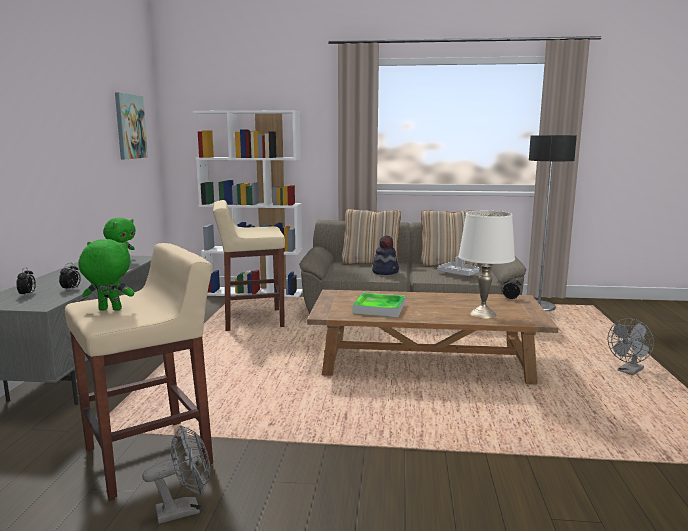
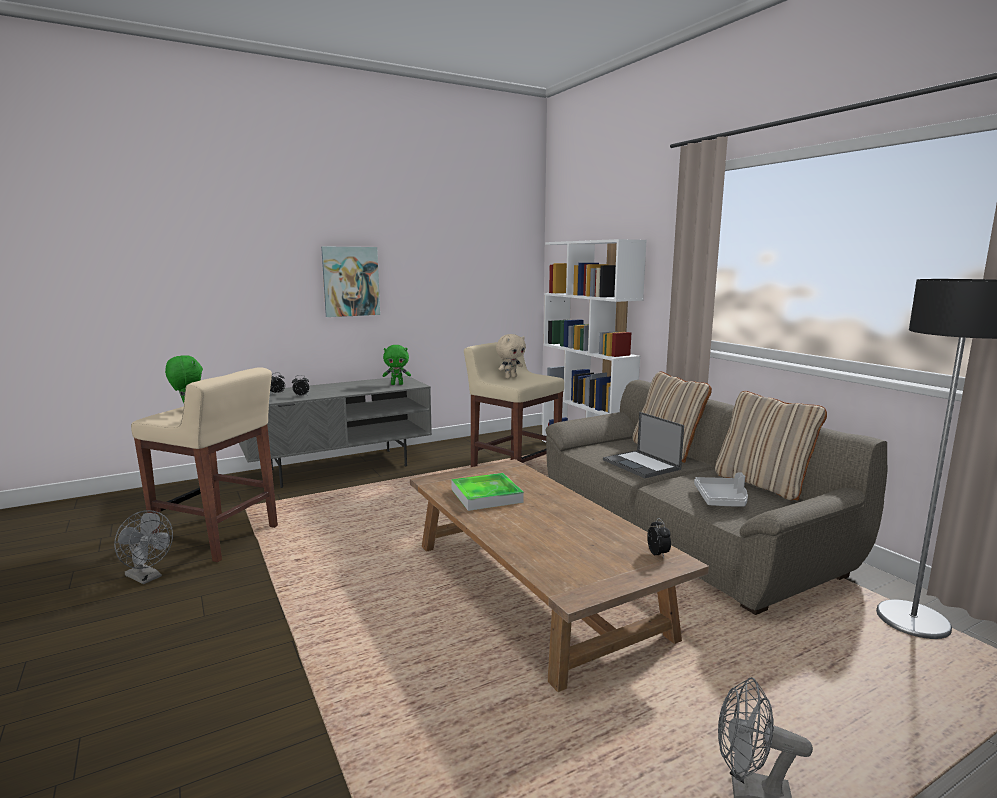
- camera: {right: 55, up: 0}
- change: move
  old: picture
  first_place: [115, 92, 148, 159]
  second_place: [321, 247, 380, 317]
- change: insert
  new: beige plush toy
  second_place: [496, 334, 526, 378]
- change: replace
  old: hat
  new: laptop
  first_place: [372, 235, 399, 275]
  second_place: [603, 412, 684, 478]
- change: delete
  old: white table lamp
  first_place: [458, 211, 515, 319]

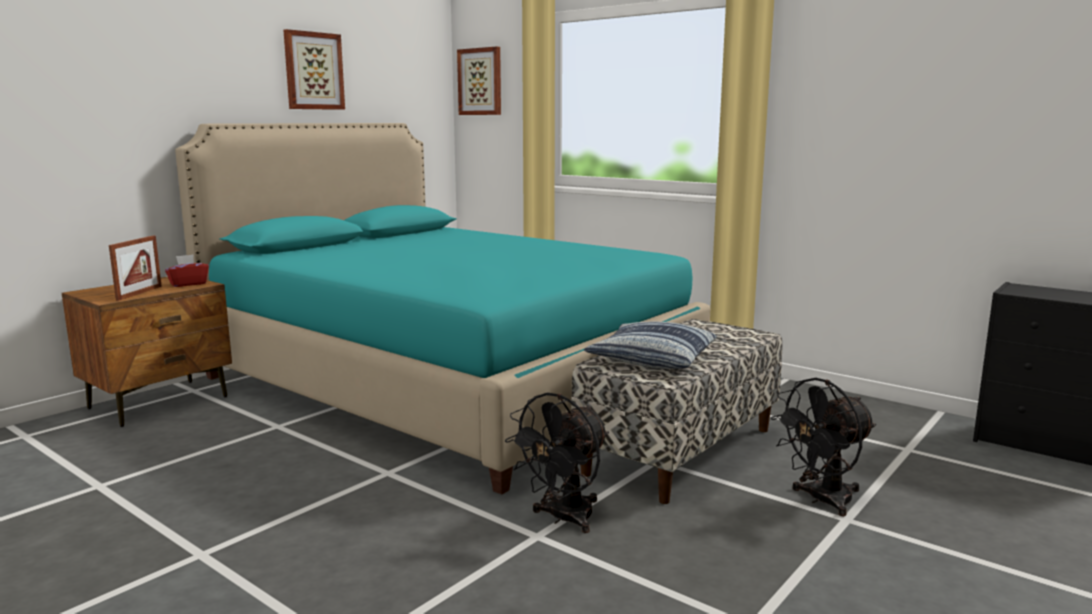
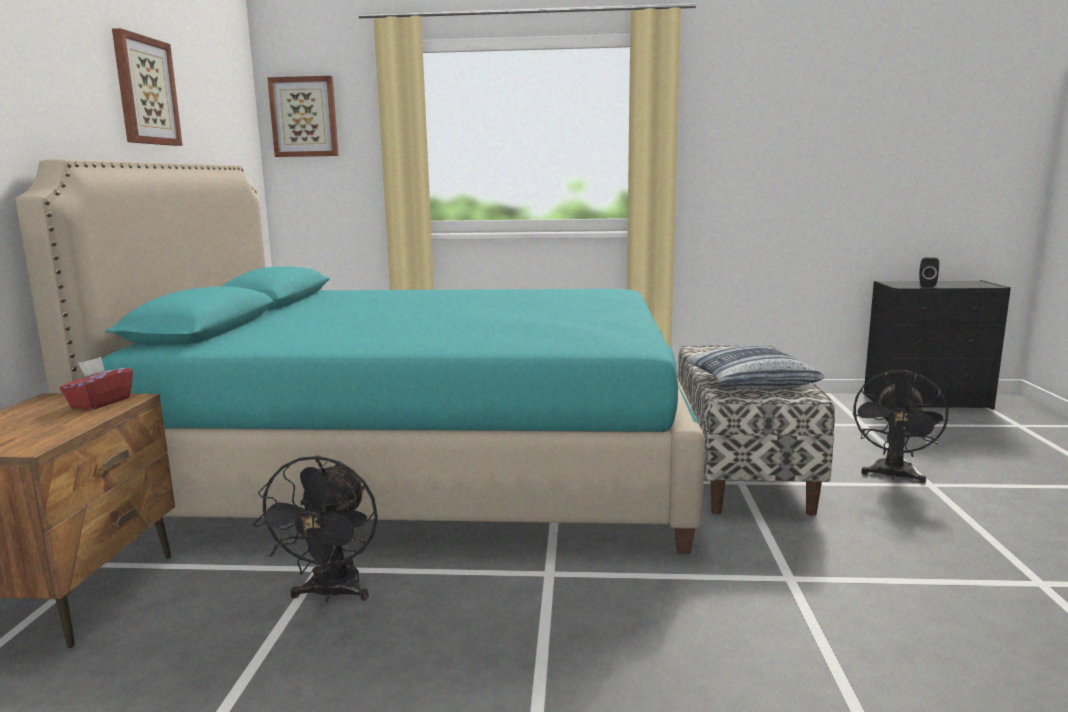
- camera: {right: -35, up: 0}
- change: move
  old: black fan
  first_place: [505, 392, 609, 533]
  second_place: [253, 455, 378, 602]
- change: insert
  new: black speaker
  second_place: [919, 258, 939, 287]
- change: delete
  old: picture frame
  first_place: [109, 235, 162, 301]

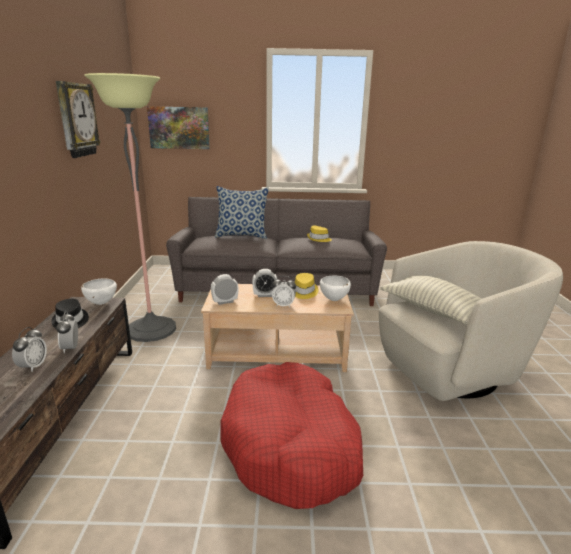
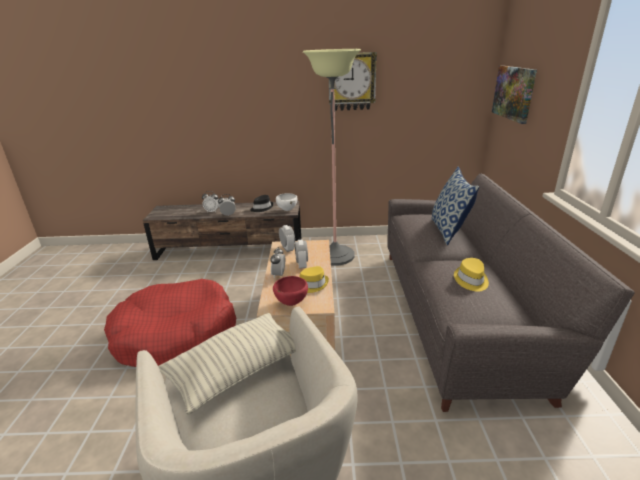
- camera: {right: 90, up: 5}
- change: recolor
  old: white bowl
  new: red bowl
  first_place: [320, 276, 351, 301]
  second_place: [273, 276, 308, 306]

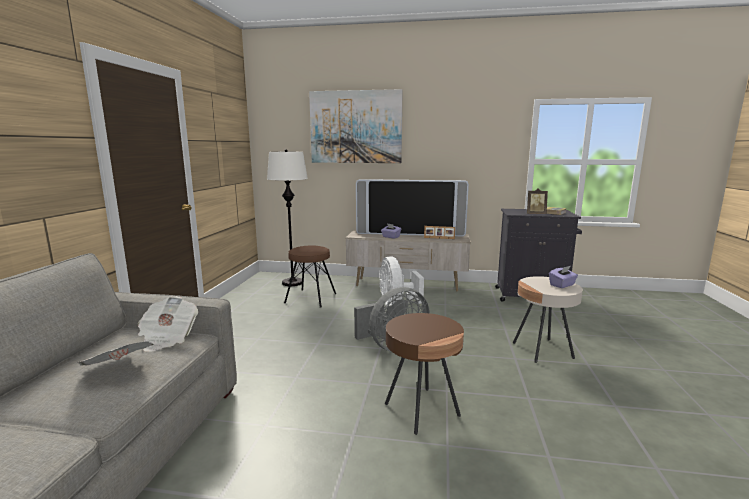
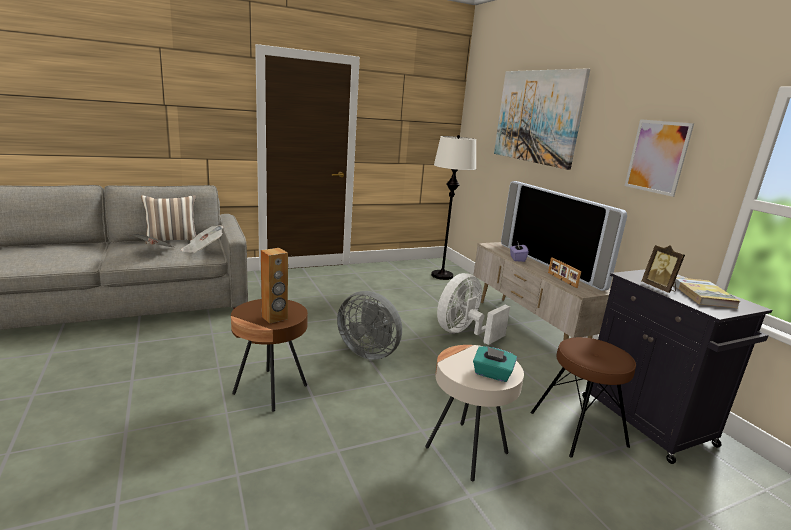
- camera: {right: 55, up: 5}
- change: insert
  new: pillow
  second_place: [141, 195, 197, 244]
- change: insert
  new: brown speaker
  second_place: [261, 248, 288, 324]
- change: recolor
  old: purple tissue box
  new: turquoise tissue box
  first_place: [549, 266, 578, 288]
  second_place: [473, 346, 517, 382]
- change: move
  old: brown stool
  first_place: [284, 246, 336, 308]
  second_place: [530, 337, 636, 458]
- change: insert
  new: picture
  second_place: [625, 119, 694, 197]

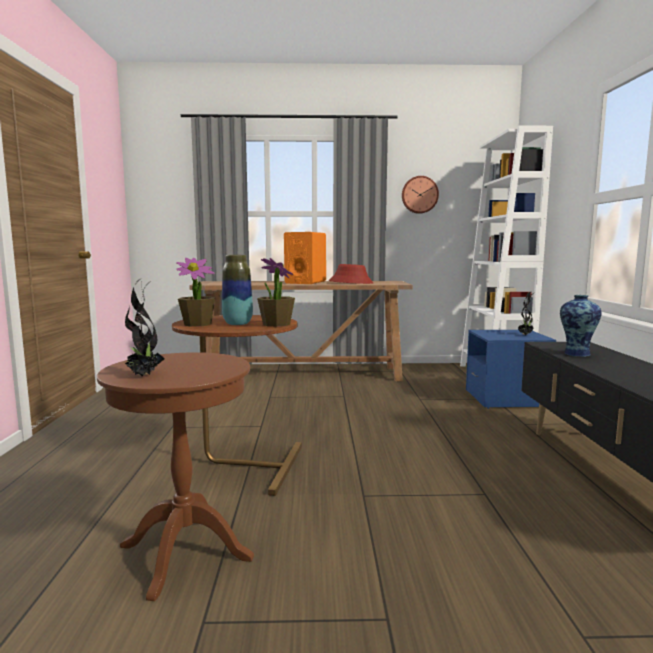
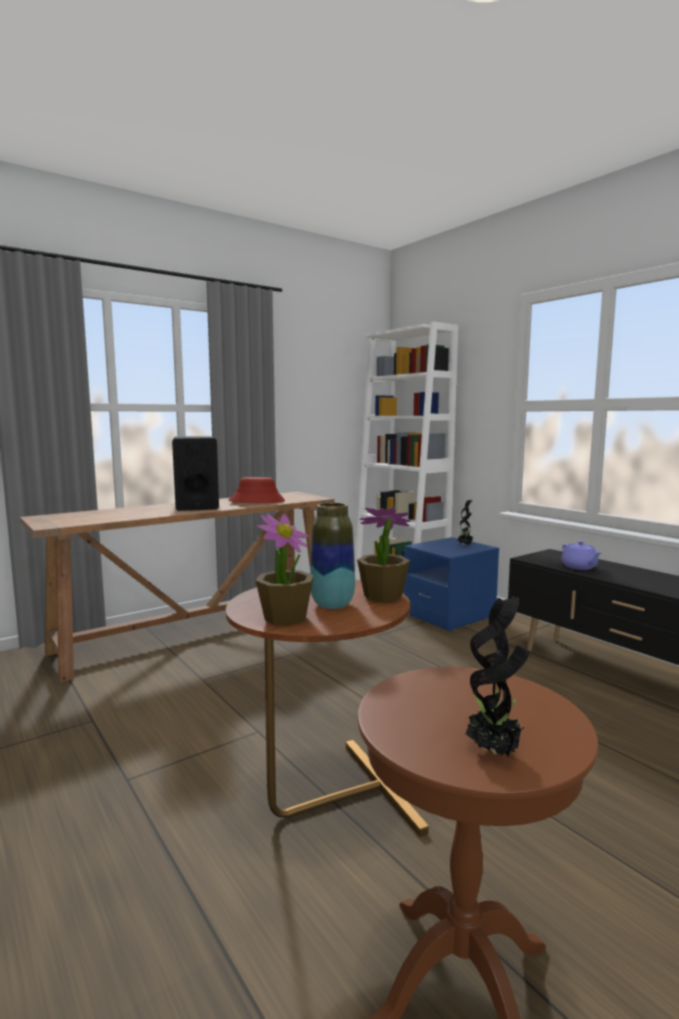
- camera: {right: -35, up: 0}
- change: recolor
  old: orange speaker
  new: black speaker
  first_place: [284, 232, 326, 284]
  second_place: [172, 436, 219, 511]
- change: replace
  old: vase
  new: purple teapot
  first_place: [560, 295, 602, 357]
  second_place: [561, 541, 602, 570]
- change: delete
  old: wall clock
  first_place: [402, 176, 439, 214]

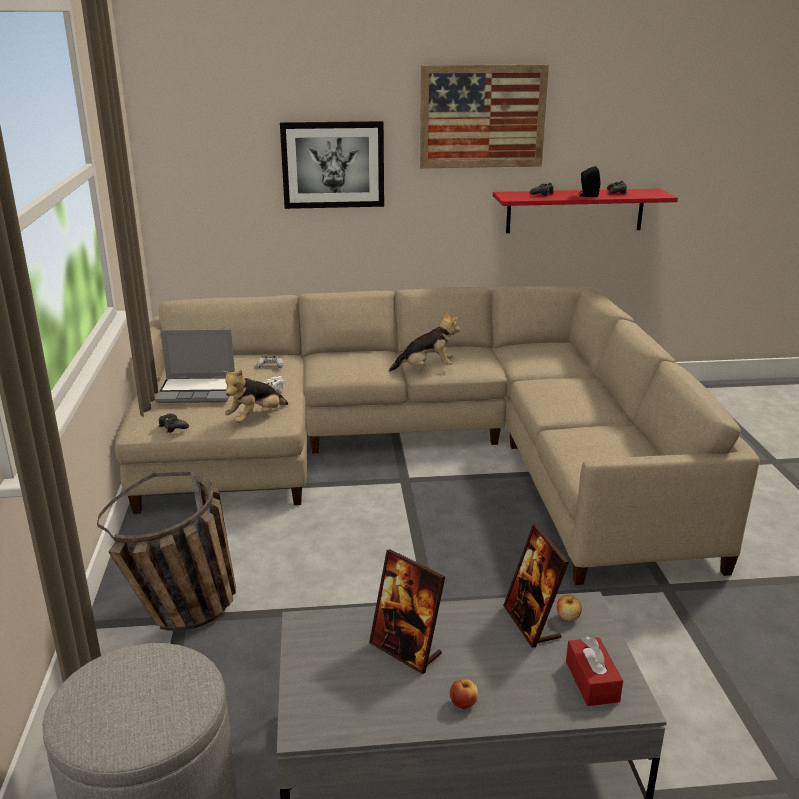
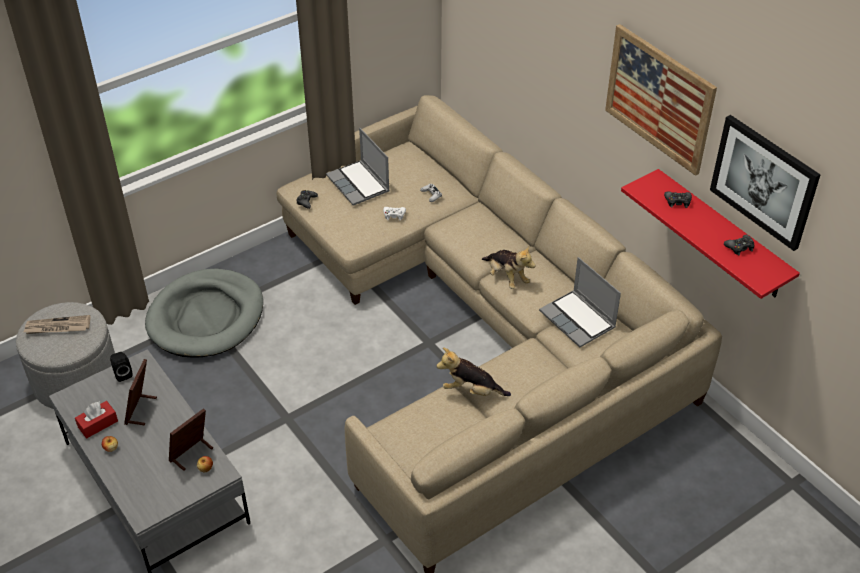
- camera: {right: 60, up: 20}
- change: insert
  new: newspaper
  second_place: [24, 315, 90, 334]
- change: move
  old: red tissue box
  first_place: [566, 636, 623, 706]
  second_place: [75, 401, 118, 439]
- change: move
  old: black speaker
  first_place: [578, 166, 600, 197]
  second_place: [110, 352, 132, 382]
- change: replace
  old: basket
  new: grey dog bed
  first_place: [97, 471, 236, 631]
  second_place: [145, 268, 263, 358]
- change: move
  old: plush toy
  first_place: [222, 370, 288, 423]
  second_place: [436, 348, 511, 396]
- change: insert
  new: laptop
  second_place: [539, 257, 621, 347]
- change: move
  old: picture
  first_place: [280, 121, 384, 209]
  second_place: [710, 115, 821, 251]

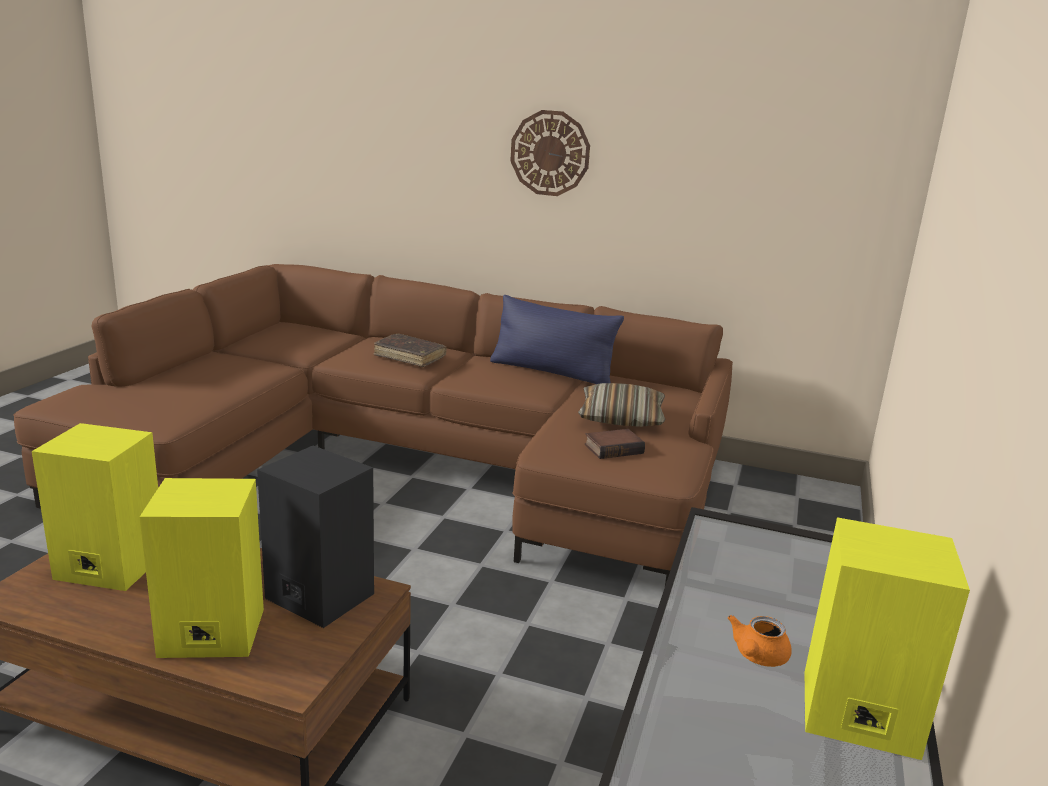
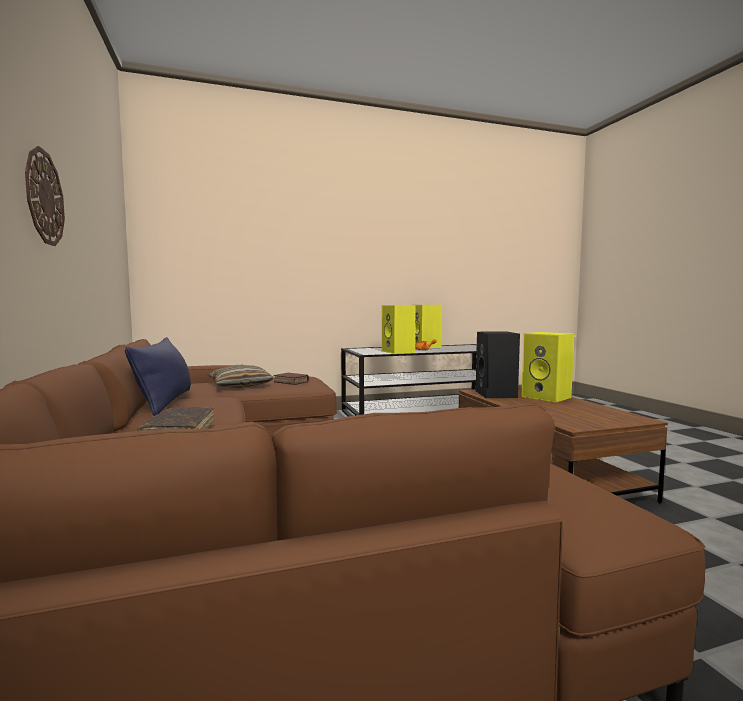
- camera: {right: -125, up: -15}
- change: move
  old: yellow speaker
  first_place: [32, 423, 158, 591]
  second_place: [382, 305, 416, 354]

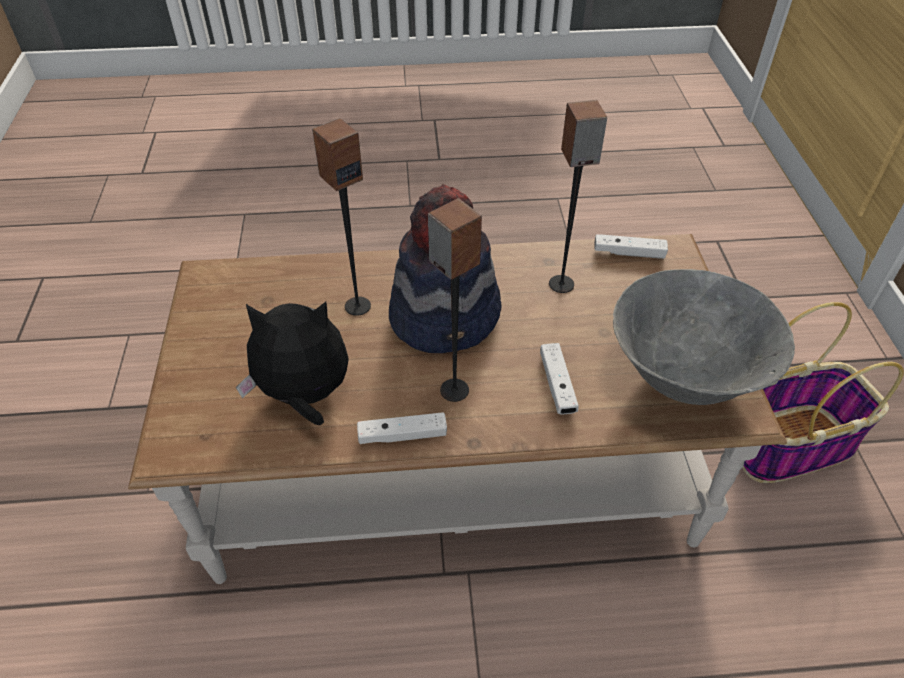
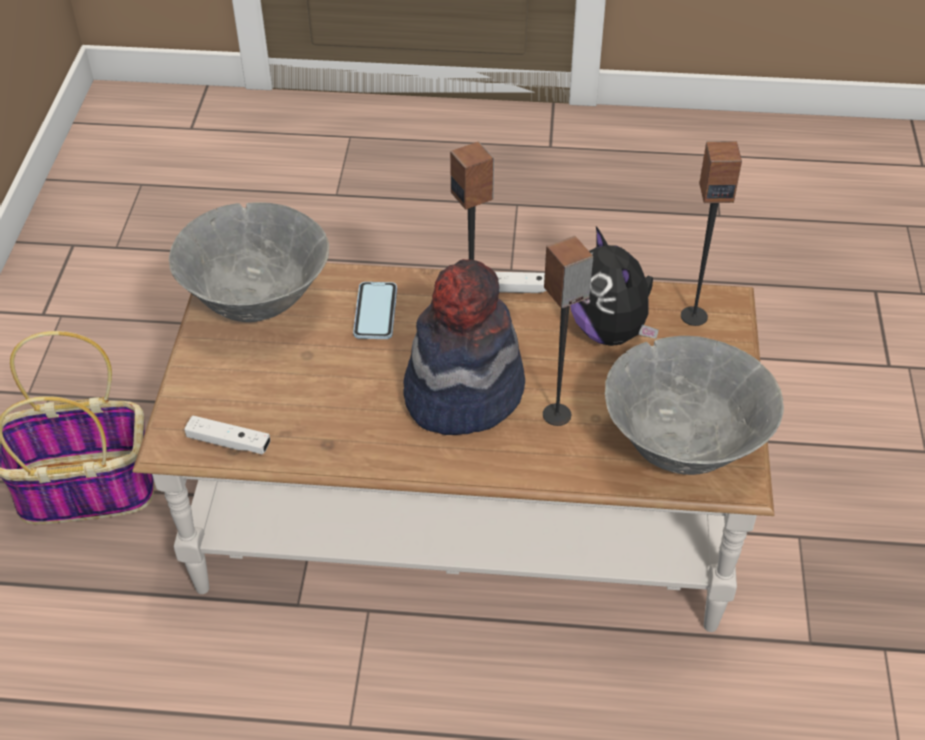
- camera: {right: -170, up: 0}
- change: replace
  old: white game controller
  new: phone
  first_place: [540, 343, 579, 414]
  second_place: [353, 282, 397, 339]
- change: rotate
  old: plush toy
  first_place: [236, 302, 349, 425]
  second_place: [570, 227, 659, 346]
  degrees: 60
- change: insert
  new: grey bowl
  second_place: [605, 336, 784, 475]
- change: move
  old: speaker
  first_place: [549, 100, 607, 293]
  second_place: [681, 141, 742, 326]

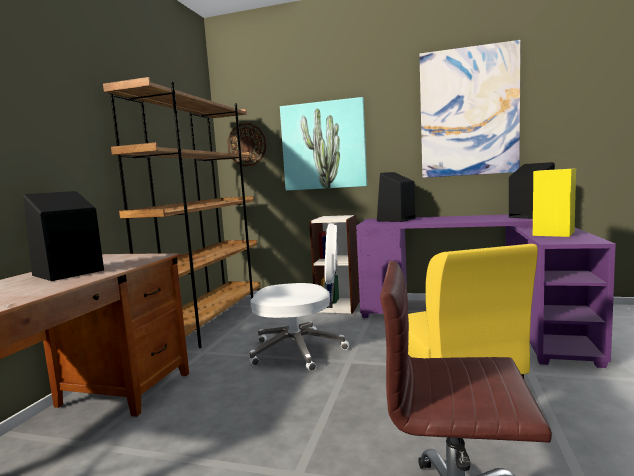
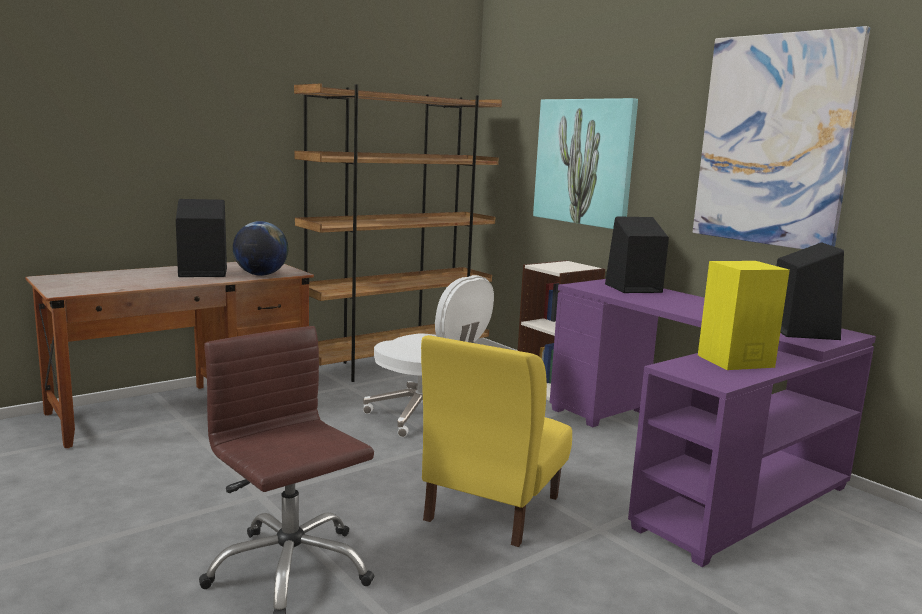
- camera: {right: 35, up: 5}
- change: insert
  new: globe
  second_place: [233, 221, 288, 276]
- change: delete
  old: wall clock
  first_place: [227, 123, 267, 166]

